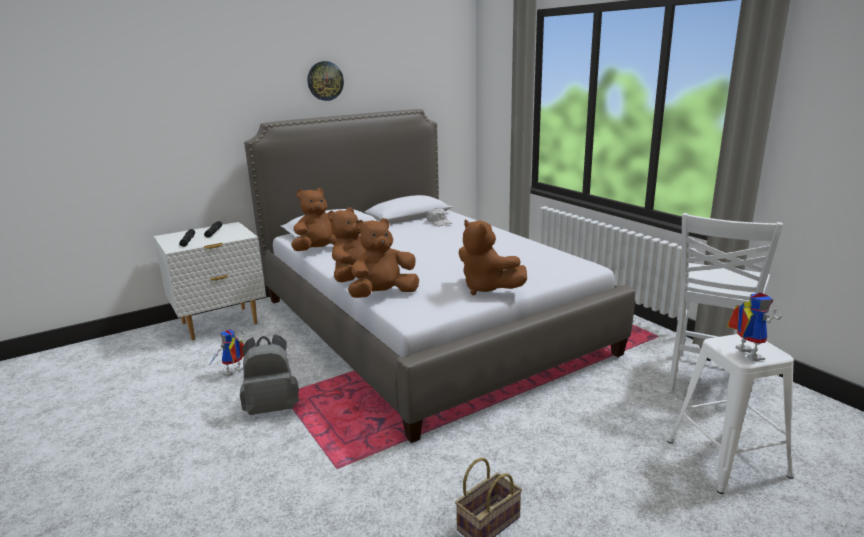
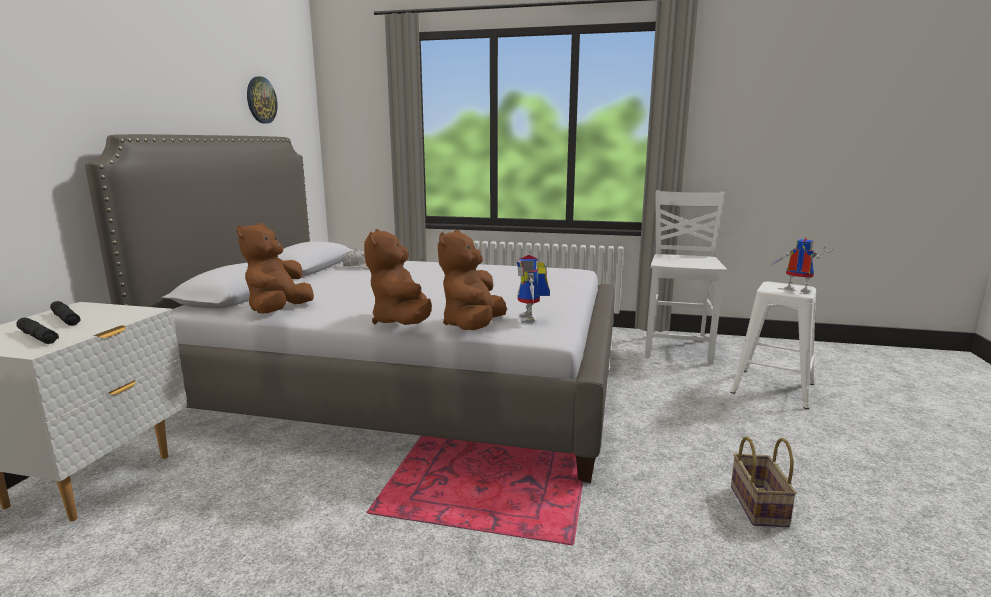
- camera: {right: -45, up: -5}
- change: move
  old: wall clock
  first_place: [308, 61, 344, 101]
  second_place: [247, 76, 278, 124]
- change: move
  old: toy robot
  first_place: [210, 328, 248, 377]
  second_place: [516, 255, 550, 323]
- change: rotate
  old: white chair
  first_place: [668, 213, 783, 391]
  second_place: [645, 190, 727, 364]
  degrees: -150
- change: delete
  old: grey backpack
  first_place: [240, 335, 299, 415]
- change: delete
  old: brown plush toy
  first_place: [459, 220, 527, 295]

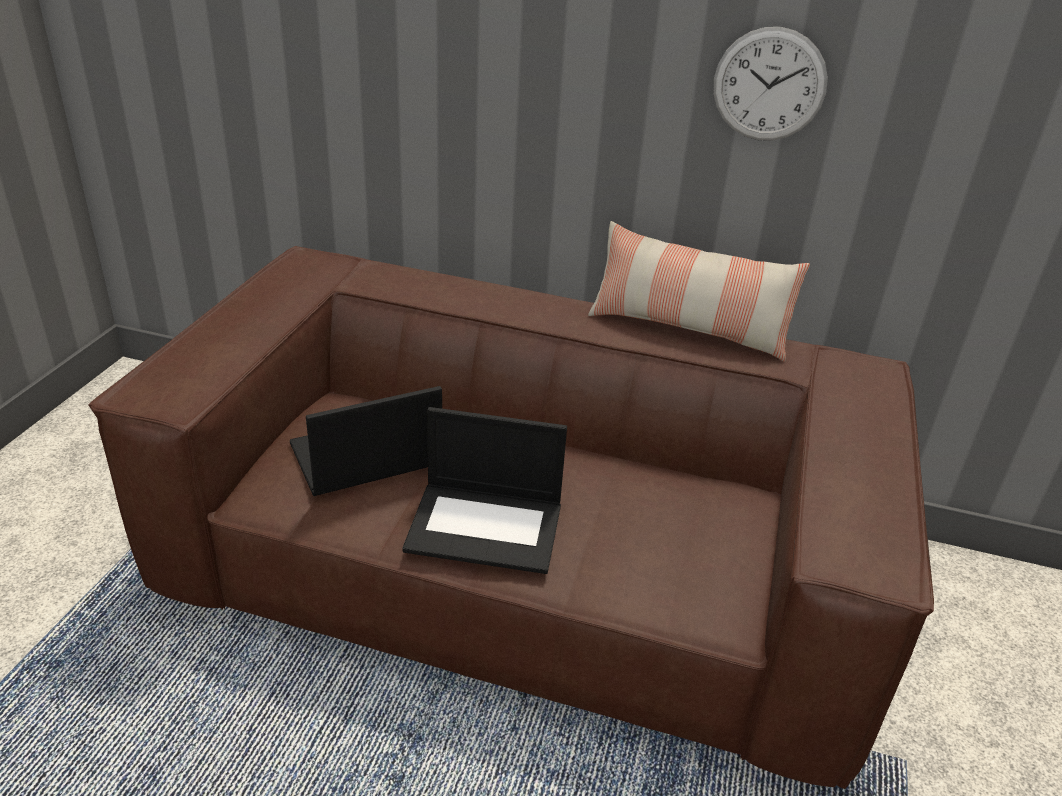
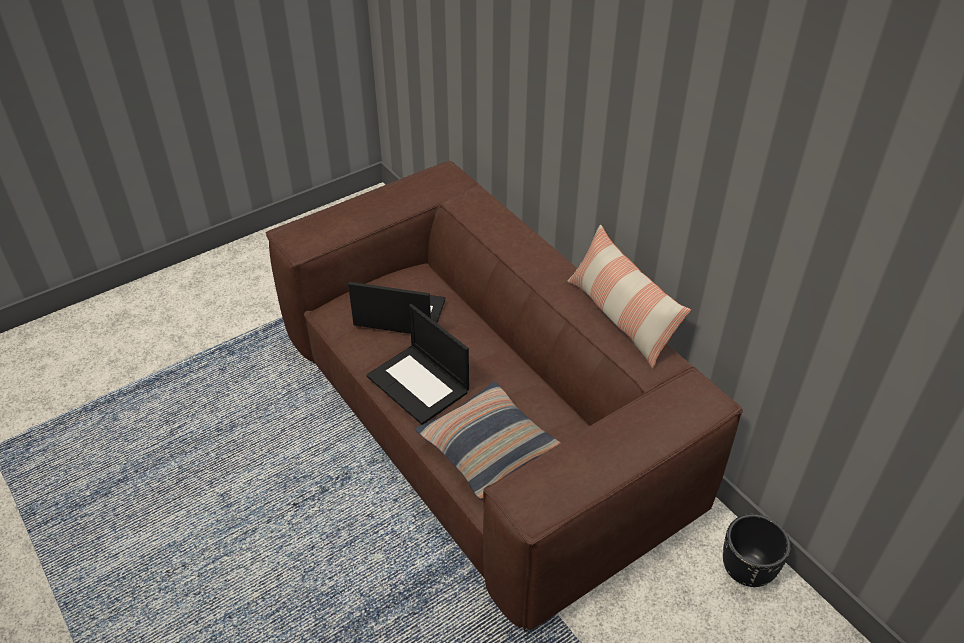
- camera: {right: 40, up: 10}
- change: insert
  new: pillow
  second_place: [415, 382, 561, 500]
- change: insert
  new: black planter
  second_place: [723, 514, 790, 587]
- change: delete
  old: wall clock
  first_place: [713, 27, 828, 141]

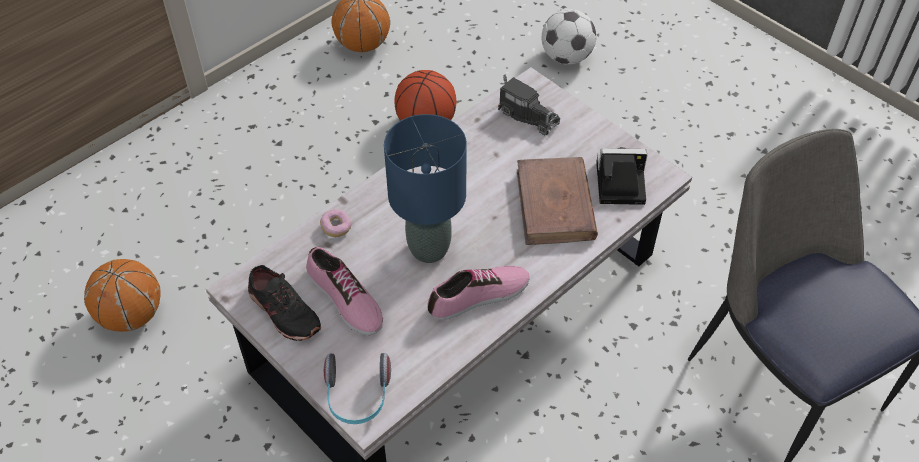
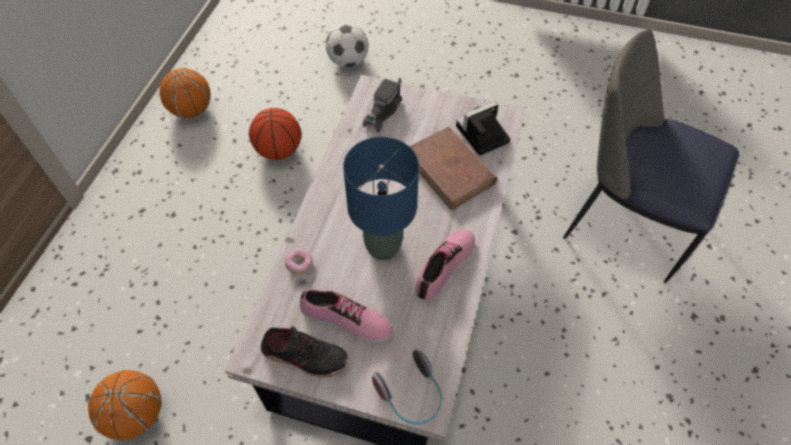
- camera: {right: -30, up: 5}
- change: rotate
  old: toy truck
  first_place: [498, 74, 560, 135]
  second_place: [363, 78, 402, 132]
  degrees: 105

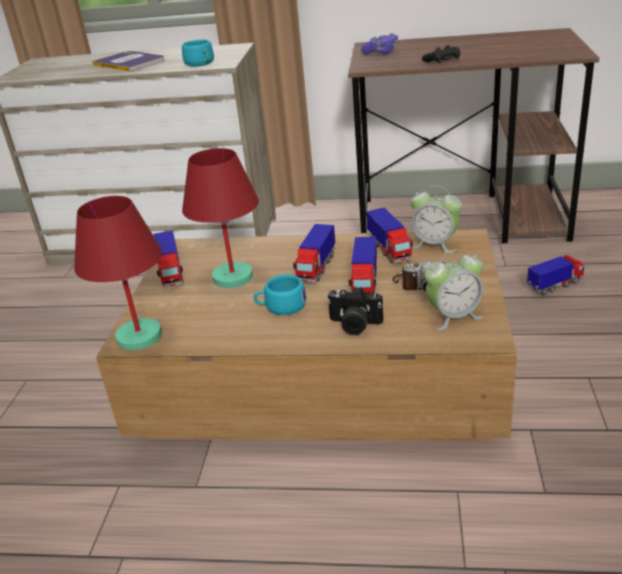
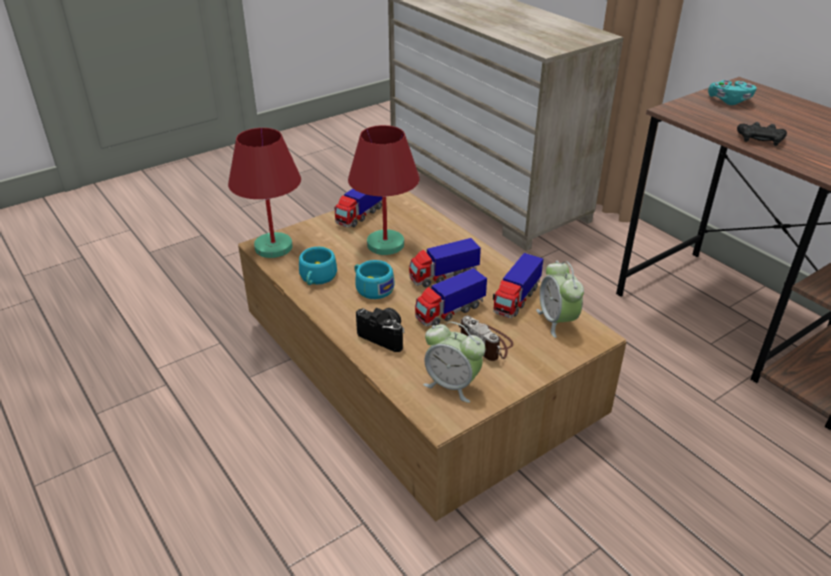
- camera: {right: 45, up: 5}
- change: move
  old: turquoise cup
  first_place: [182, 40, 214, 67]
  second_place: [299, 247, 337, 285]
- change: rotate
  old: photo camera
  first_place: [327, 287, 383, 335]
  second_place: [356, 308, 405, 352]
  degrees: 150
- change: recolor
  old: purple game controller
  new: turquoise game controller
  first_place: [361, 33, 398, 55]
  second_place: [708, 80, 757, 105]
- change: delete
  old: book
  first_place: [92, 51, 164, 72]
- change: delete
  old: toy truck
  first_place: [527, 255, 584, 295]

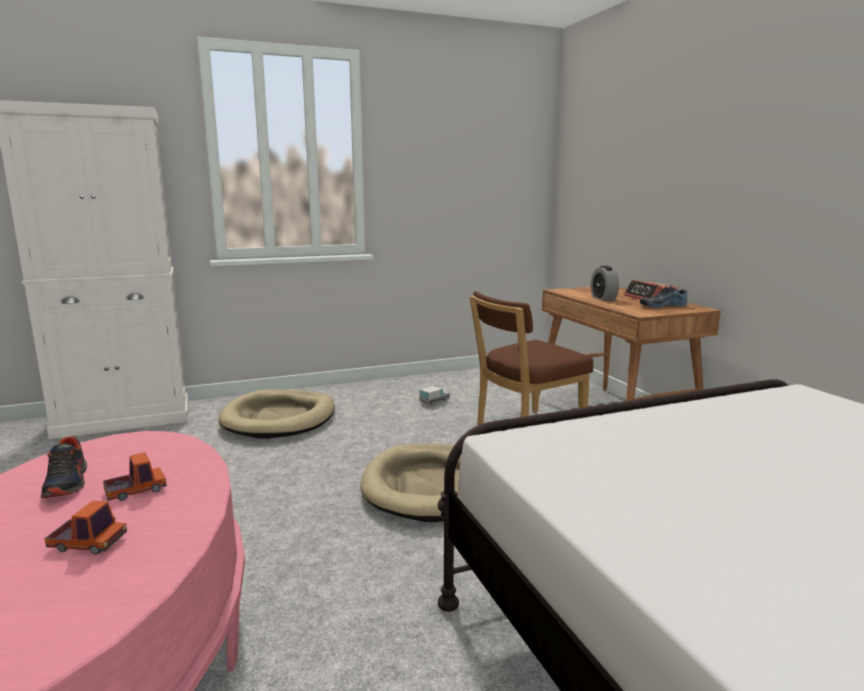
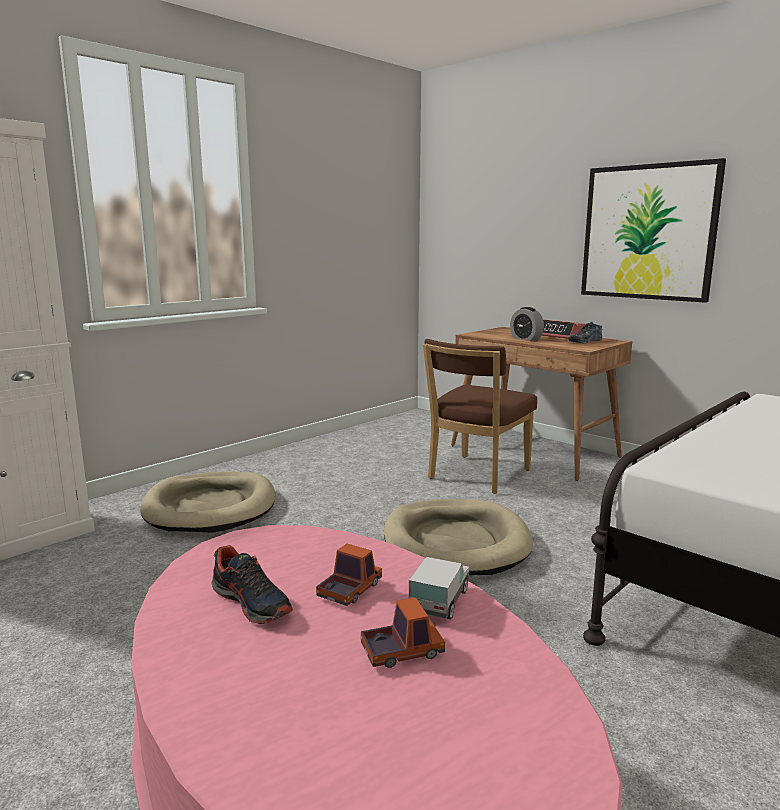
- camera: {right: -25, up: 0}
- change: move
  old: toy truck
  first_place: [419, 386, 450, 406]
  second_place: [409, 557, 470, 620]
- change: insert
  new: picture
  second_place: [581, 158, 726, 303]

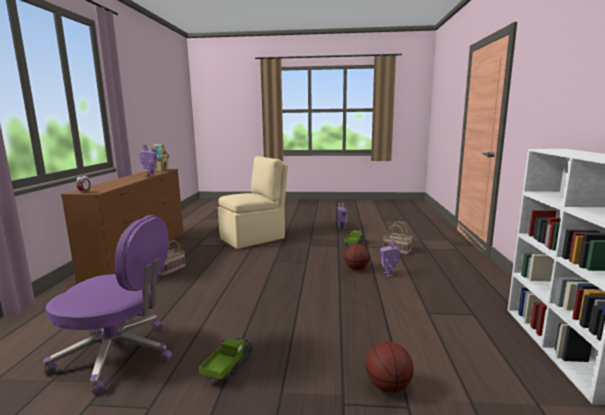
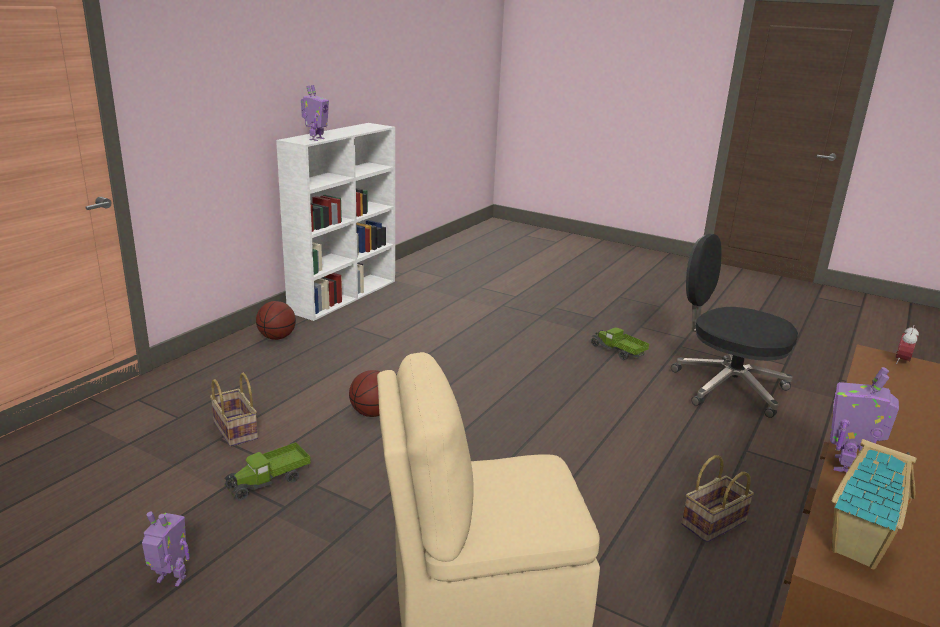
- camera: {right: -155, up: 10}
- change: move
  old: basketball
  first_place: [366, 342, 414, 393]
  second_place: [256, 301, 296, 340]
- change: move
  old: toy robot
  first_place: [380, 239, 400, 277]
  second_place: [301, 85, 329, 141]
- change: rotate
  old: toy truck
  first_place: [199, 338, 254, 383]
  second_place: [590, 328, 649, 360]
  degrees: 90
- change: recolor
  old: purple office chair
  new: black office chair
  first_place: [43, 215, 172, 395]
  second_place: [671, 234, 798, 418]

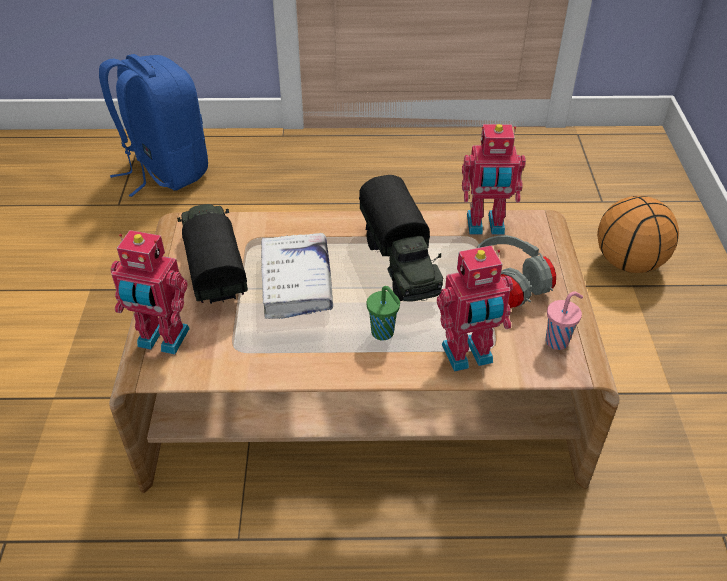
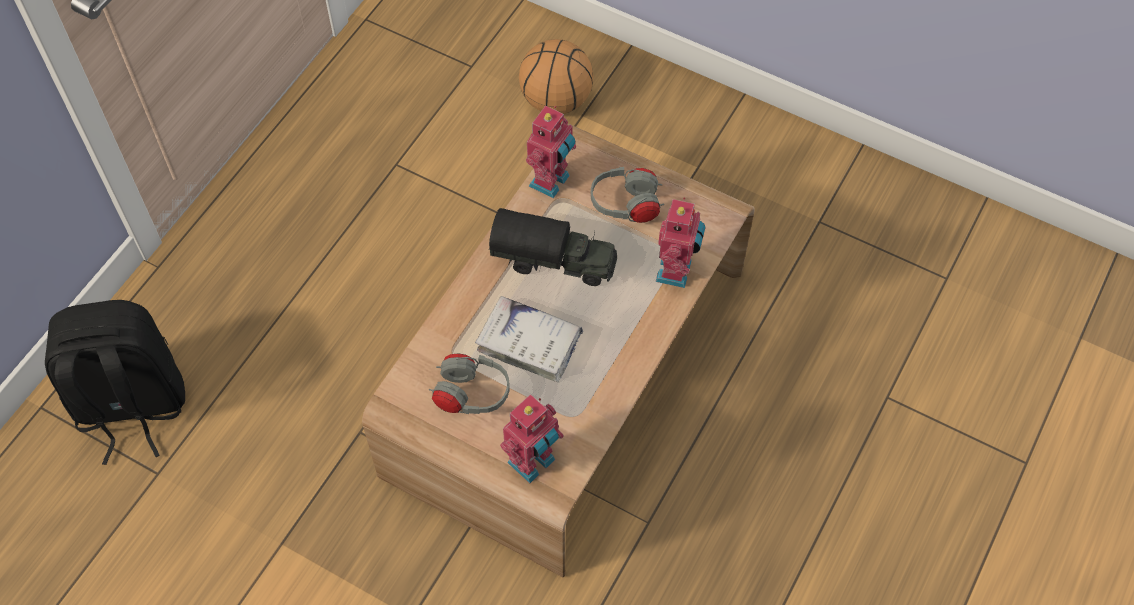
- camera: {right: -60, up: 15}
- change: recolor
  old: blue backpack
  new: black backpack
  first_place: [99, 54, 208, 197]
  second_place: [45, 300, 185, 465]
- change: replace
  old: toy truck
  new: grey headphones
  first_place: [177, 204, 248, 304]
  second_place: [429, 353, 509, 414]
- change: delete
  old: green cup
  first_place: [367, 286, 400, 340]
- change: delete
  old: pink cup
  first_place: [546, 292, 583, 350]

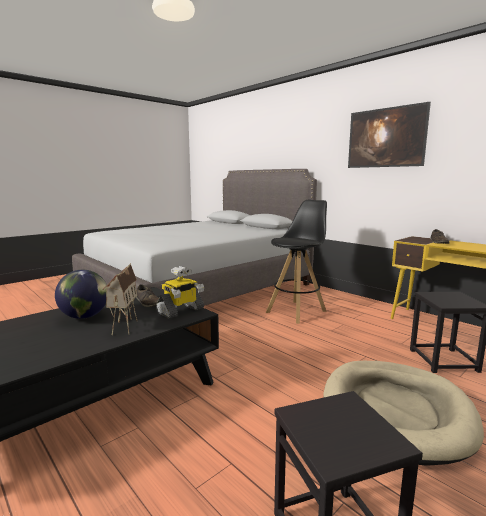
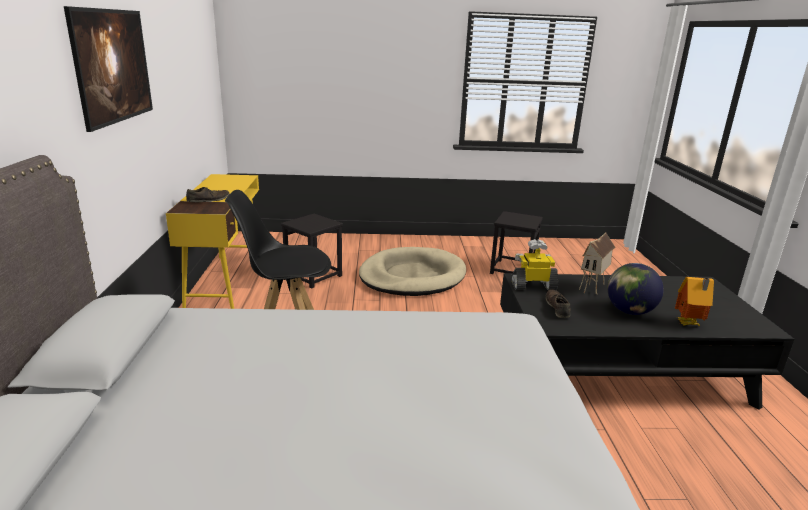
- camera: {right: -140, up: 10}
- change: insert
  new: toy house
  second_place: [675, 277, 714, 326]

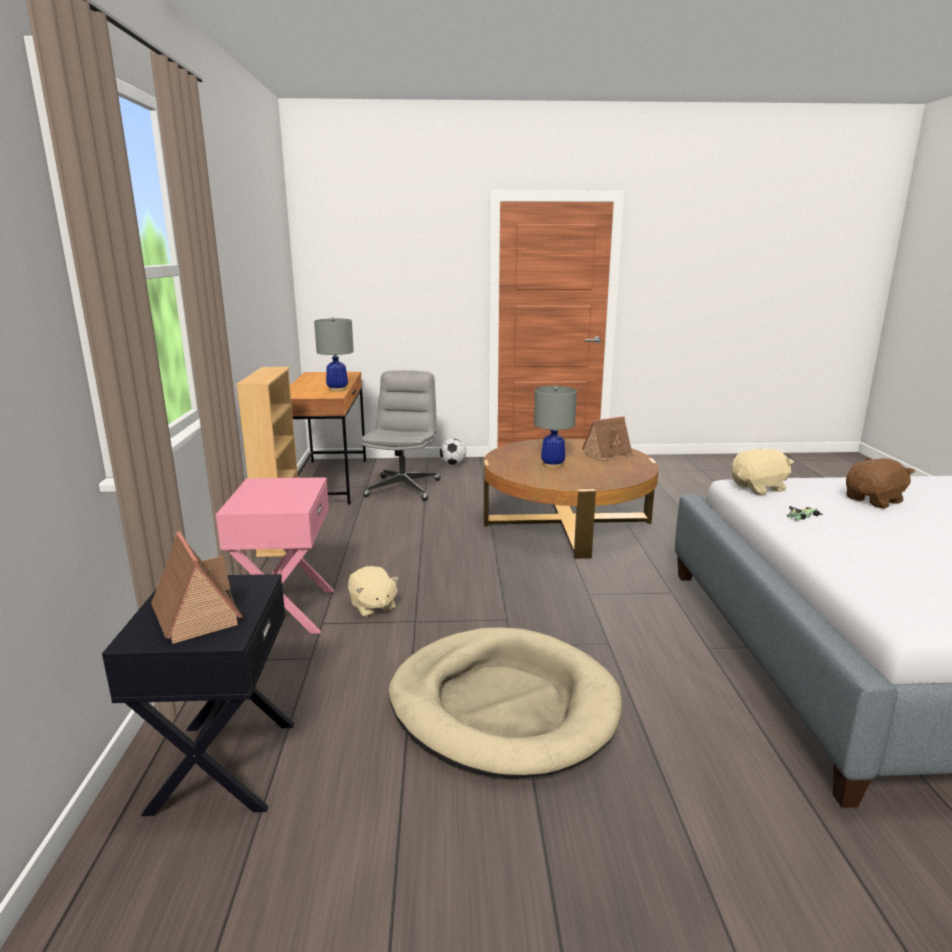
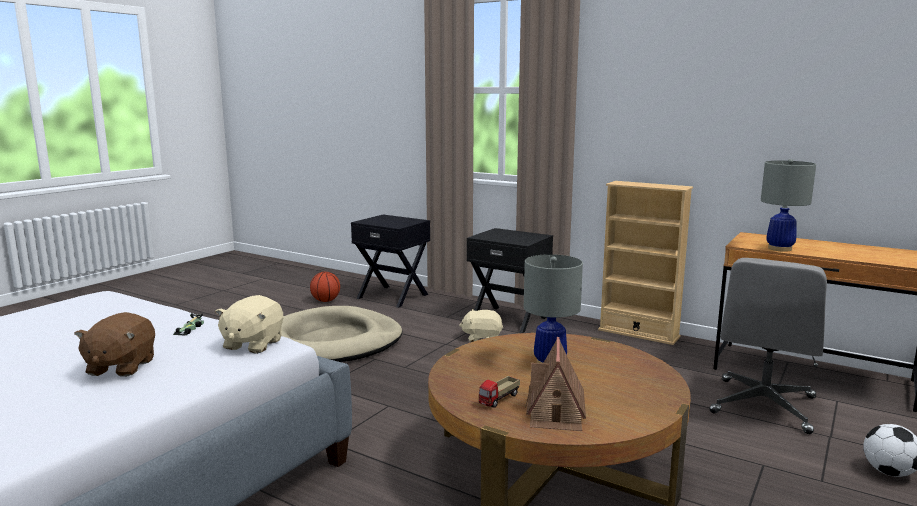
- camera: {right: 125, up: -5}
- change: insert
  new: basketball
  second_place: [310, 272, 340, 302]
- change: recolor
  old: pink nightstand
  new: black nightstand
  first_place: [216, 477, 334, 634]
  second_place: [467, 228, 553, 333]
- change: insert
  new: toy truck
  second_place: [479, 376, 520, 408]
- change: rotate
  old: grey office chair
  first_place: [361, 370, 441, 501]
  second_place: [709, 258, 827, 434]
  degrees: 75
- change: delete
  old: toy house
  first_place: [151, 532, 243, 644]

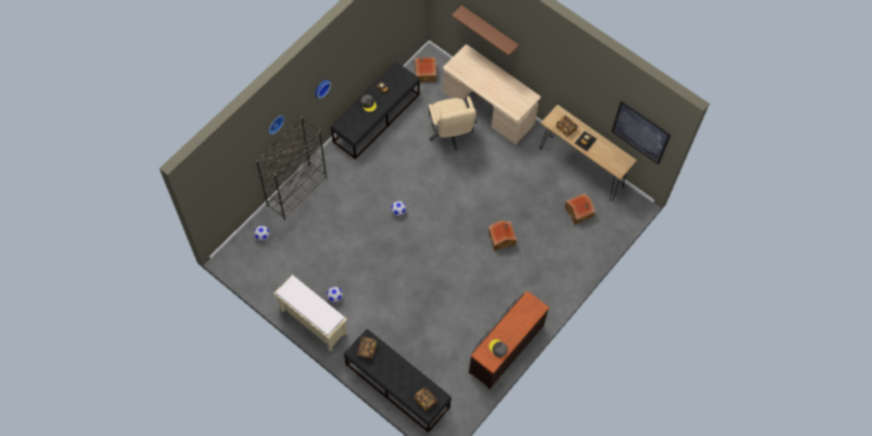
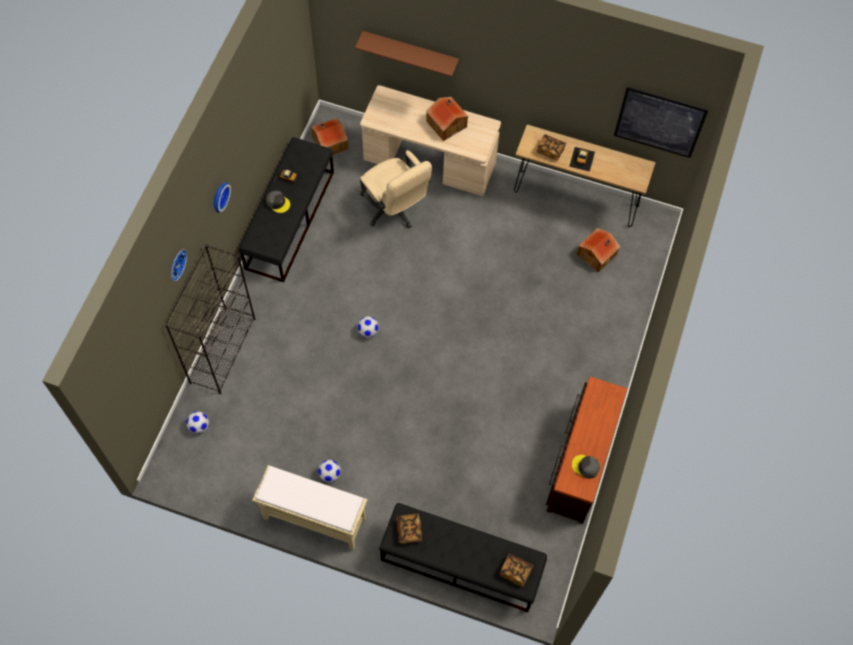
- camera: {right: -20, up: 0}
- change: move
  old: toy house
  first_place: [488, 221, 517, 251]
  second_place: [426, 97, 469, 141]

